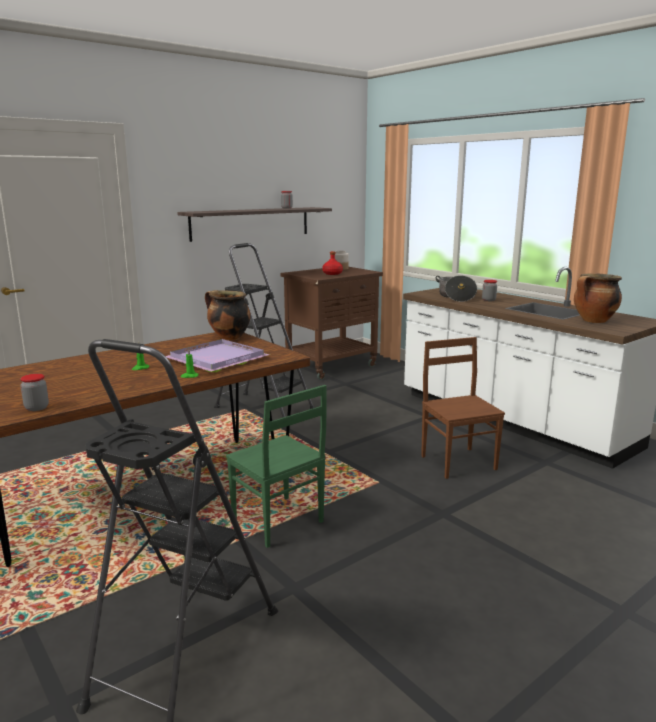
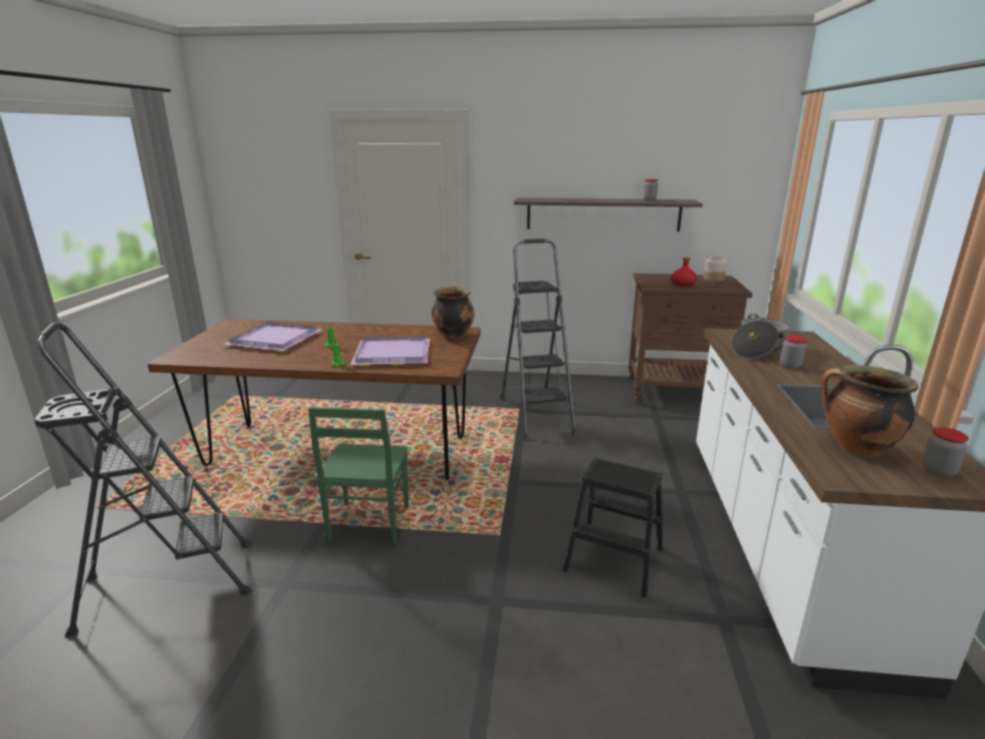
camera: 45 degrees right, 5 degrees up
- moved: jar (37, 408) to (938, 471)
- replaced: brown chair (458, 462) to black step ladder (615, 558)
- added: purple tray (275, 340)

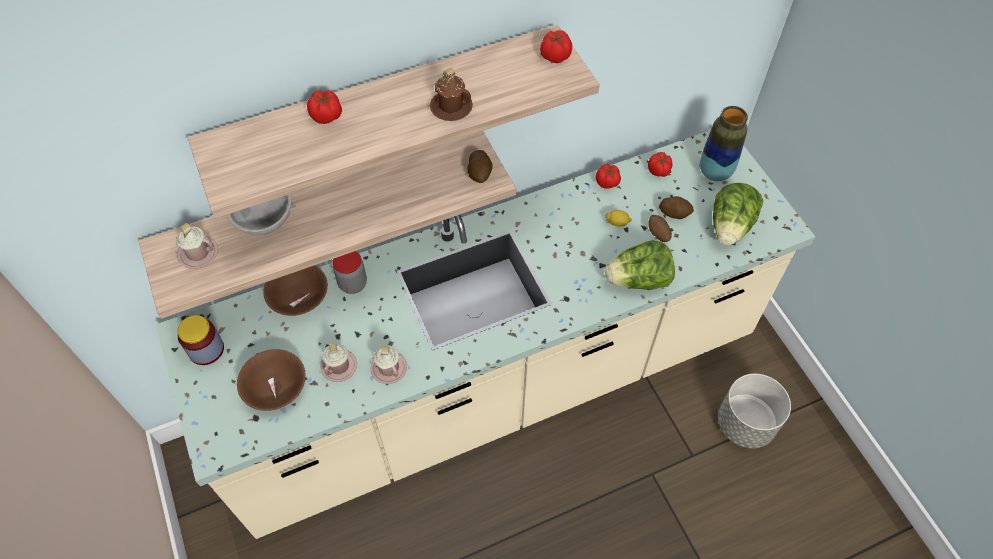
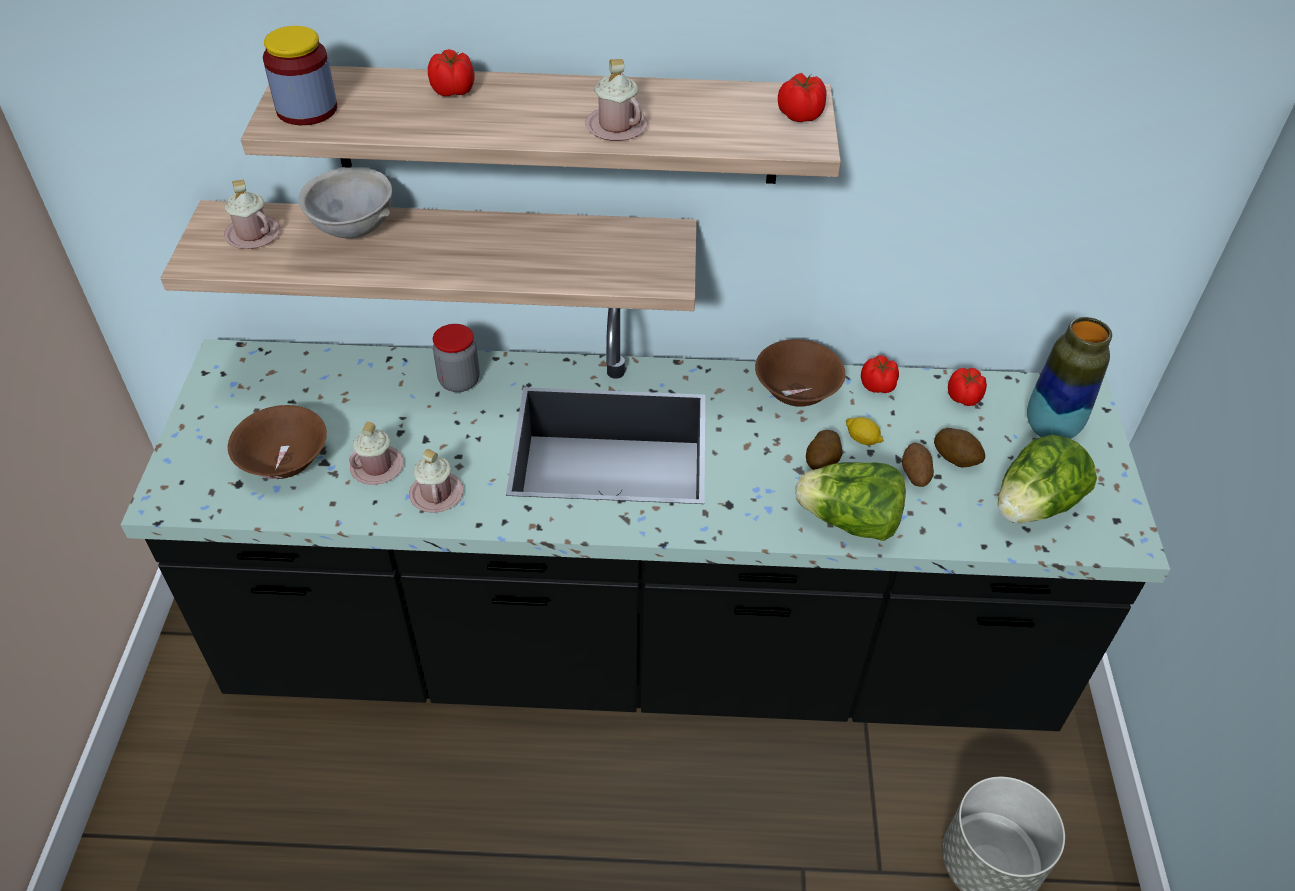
camera: 25 degrees right, 10 degrees down
- recoloured: beige counter (496, 388) to black counter (642, 652)
- moved: jar (206, 349) to (307, 109)
- moved: brown bowl (299, 300) to (795, 392)
- recoloured: brown mug (451, 107) to pink mug (616, 127)
- moved: potato (480, 174) to (822, 462)

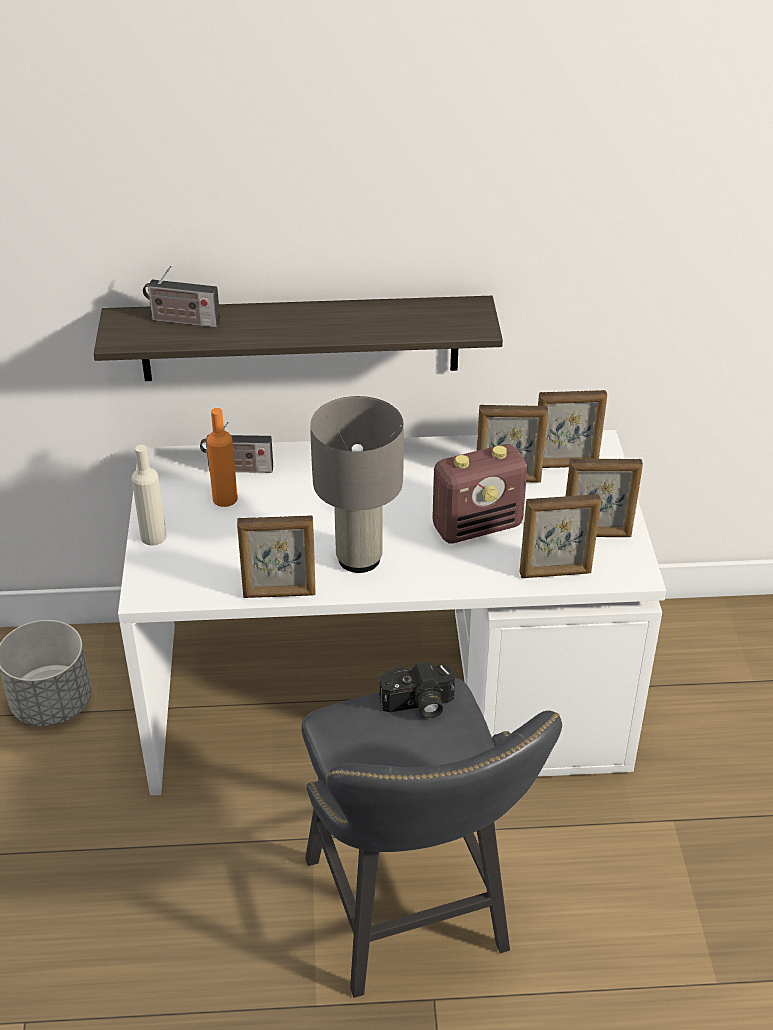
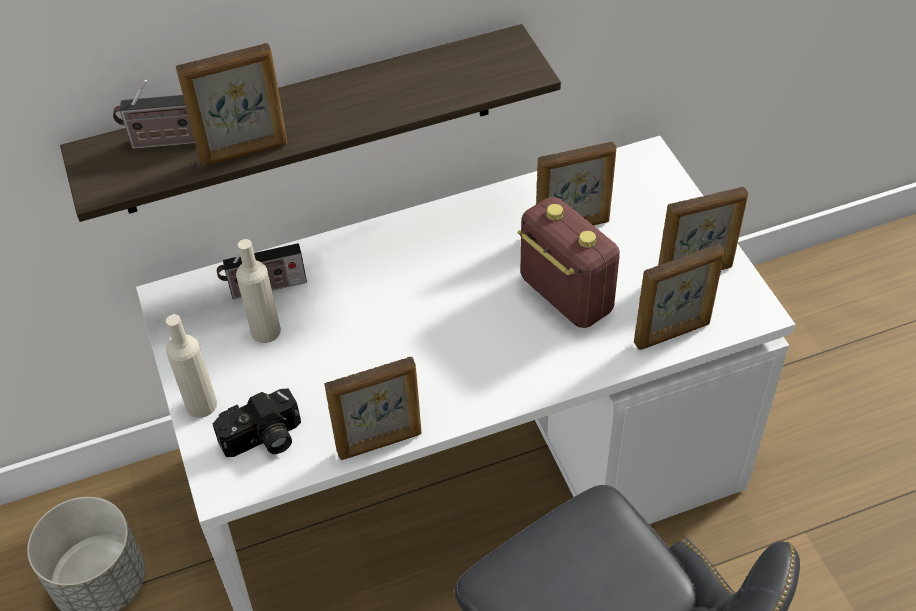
camera: 15 degrees left, 10 degrees up
- recoloured: orange bottle (225, 498) to beige bottle (266, 331)
- removed: grey table lamp (359, 559)
- moved: photo camera (418, 705) to (263, 440)
- turned: radio (478, 526) = (565, 295) 90 degrees counterclockwise
- moved: picture frame (565, 465) to (244, 152)

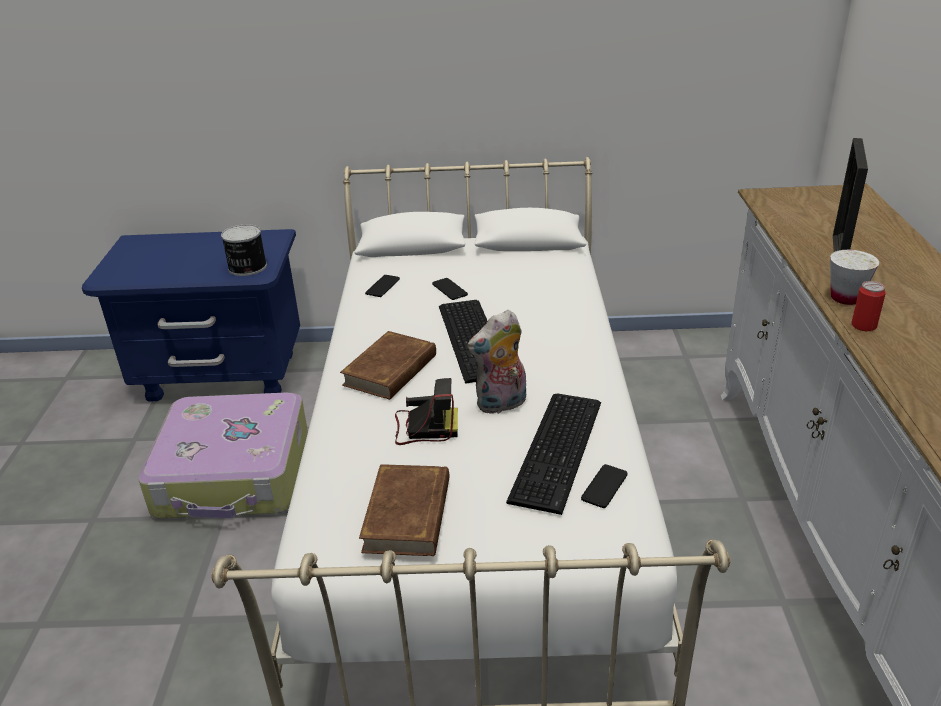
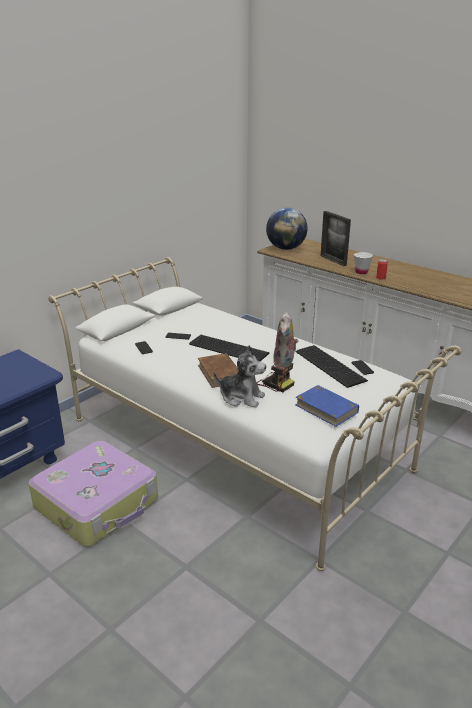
camera: 50 degrees left, 5 degrees down
- removed: can (247, 267)
- recoloured: brown book (408, 515) to blue book (326, 408)
- turned: photo camera (424, 428) = (274, 383) 90 degrees clockwise
- added: plush toy (241, 397)
- added: globe (285, 248)

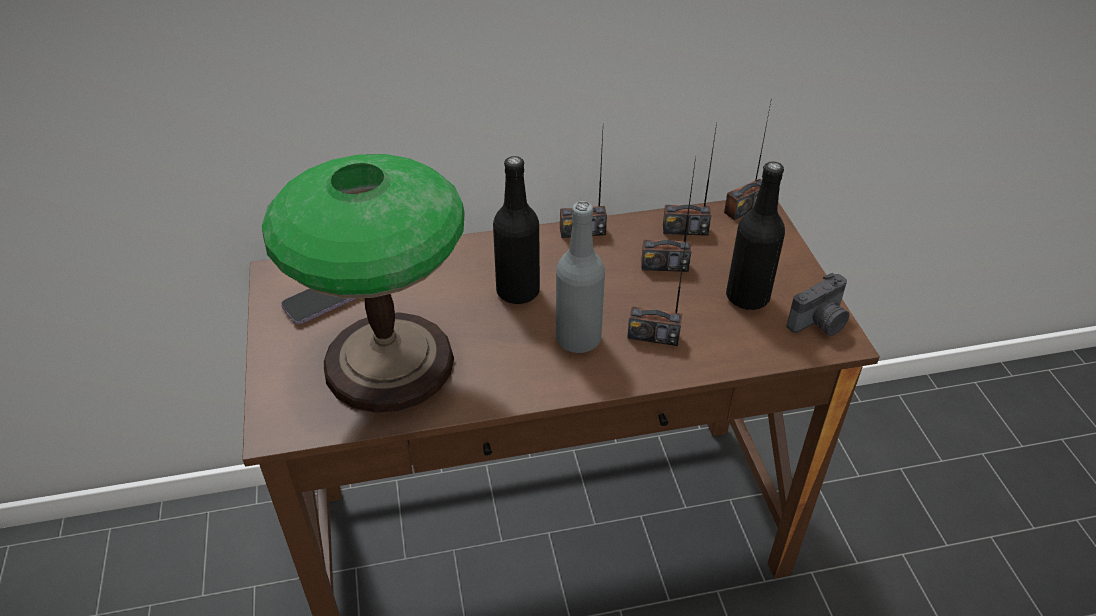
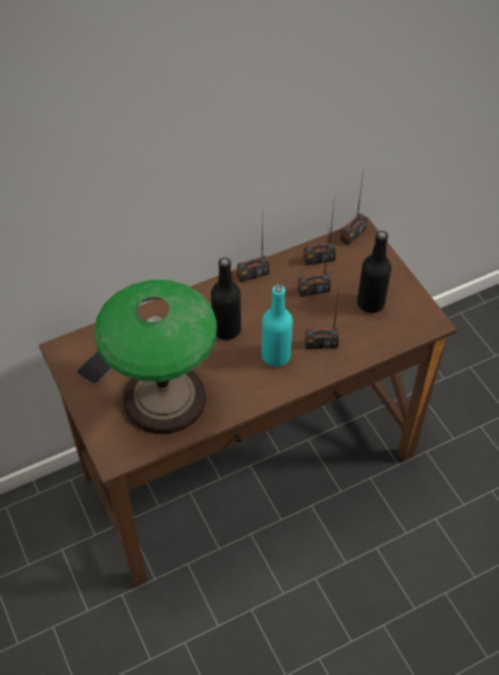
camera: 15 degrees left, 10 degrees up
- recoloured: grey bottle (578, 339) to turquoise bottle (276, 356)
- removed: photo camera (819, 323)

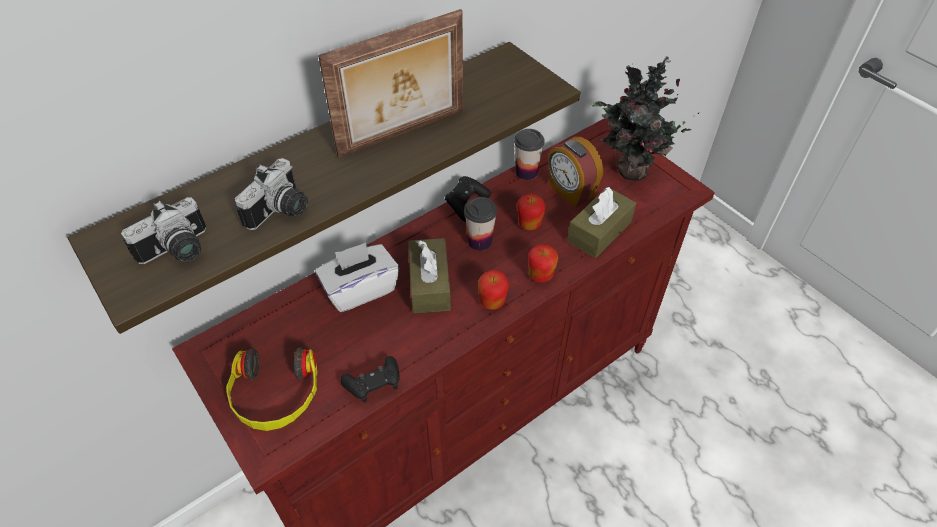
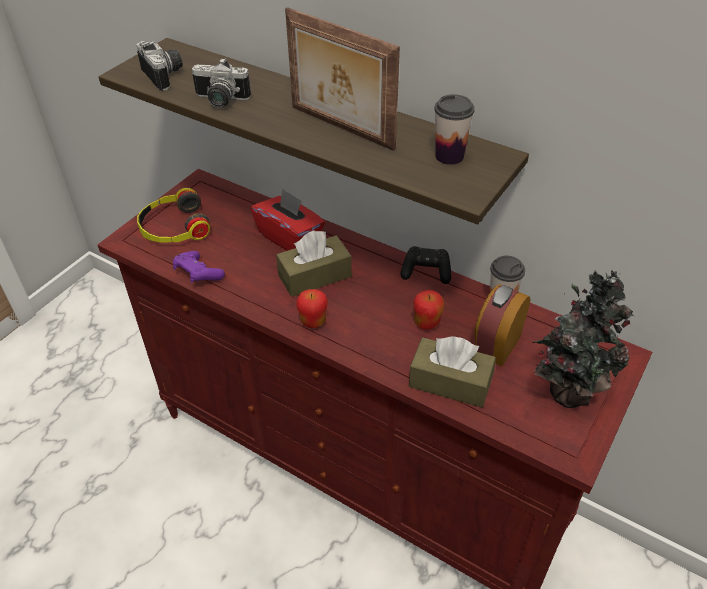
camera: 70 degrees right, 5 degrees down
- turned: photo camera (178, 252) = (166, 76) 150 degrees counterclockwise
- recoloured: white tissue box (360, 289) to red tissue box (290, 237)
- recoloured: black game controller (374, 385) to purple game controller (198, 275)
- moved: cup (480, 241) to (449, 156)
- removed: apple (540, 276)

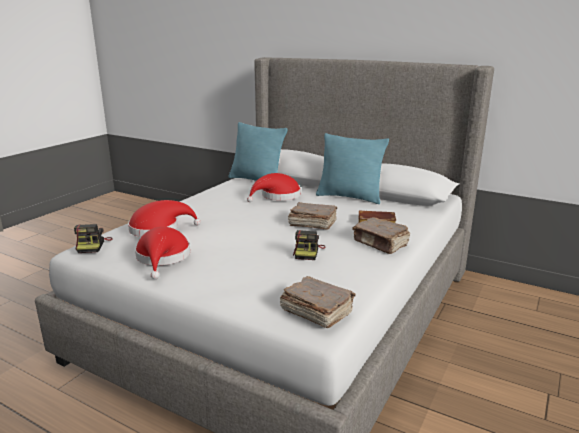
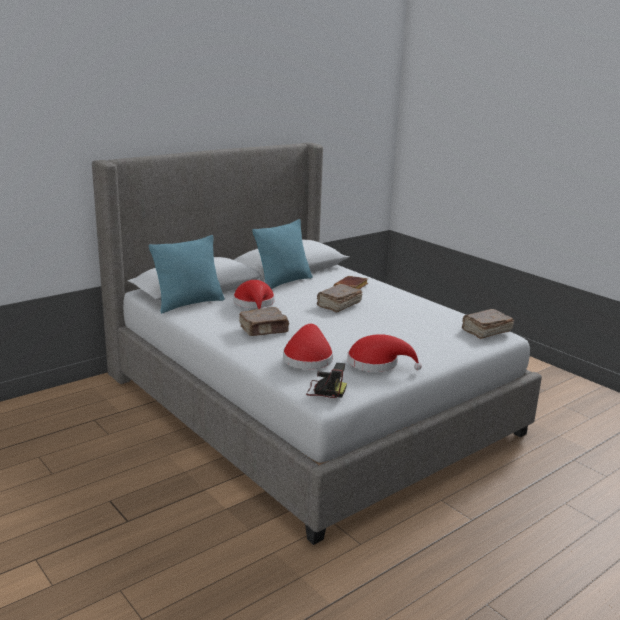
camera: 70 degrees left, 0 degrees up
- removed: photo camera (308, 252)
- moved: brown book (380, 244) to (264, 330)

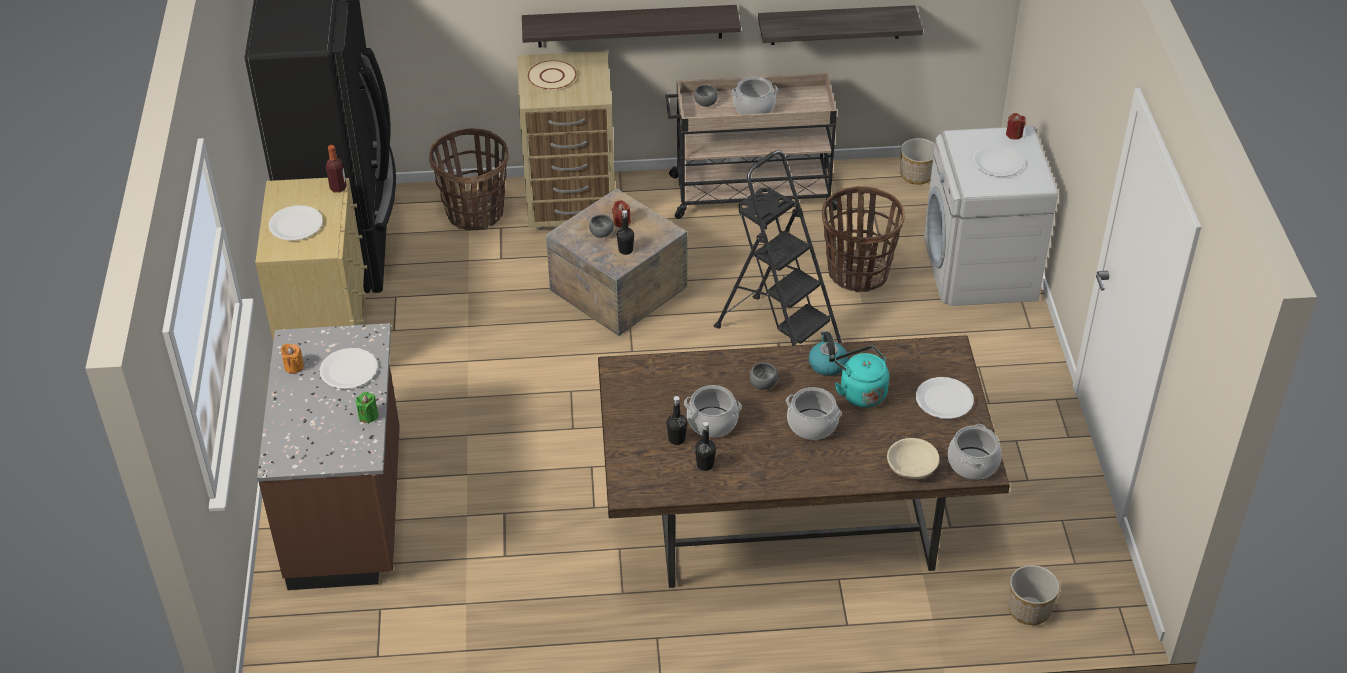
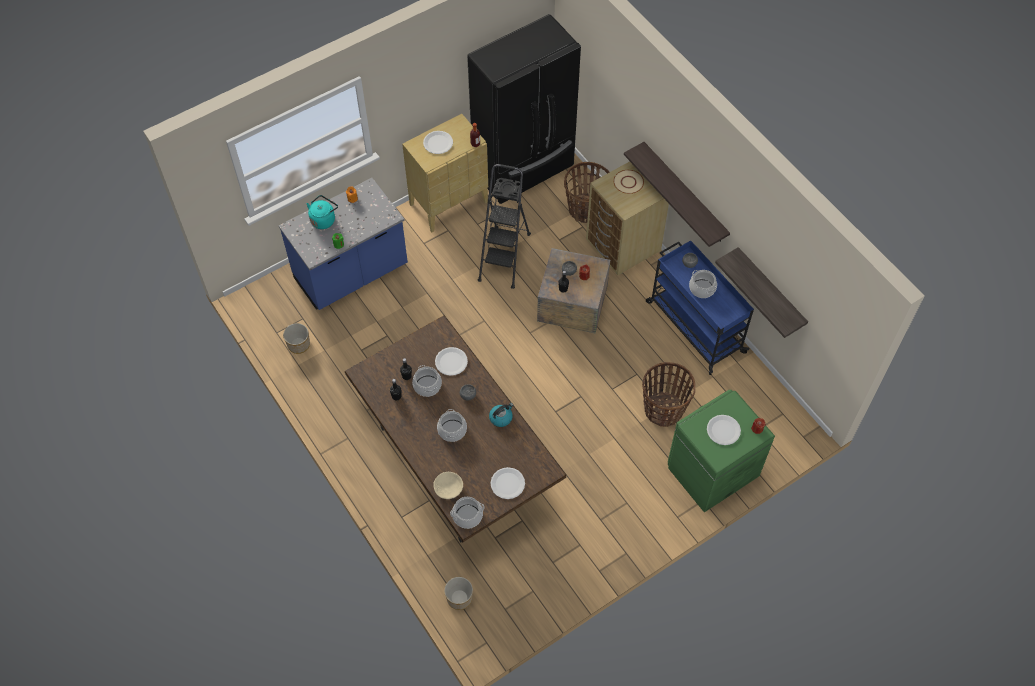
camera: 60 degrees right, 15 degrees up
- recoloured: brown counter (349, 511) to blue counter (351, 274)
- moved: white plate (349, 370) to (451, 362)
- recoloured: beige cart (750, 193) to blue cart (694, 326)
- moved: step ladder (778, 337) to (504, 255)
- moved: turquoise kettle (861, 392) to (324, 219)
- moved: planter (917, 175) to (299, 345)
- recoloured: white washing machine (978, 268) to green washing machine (710, 469)

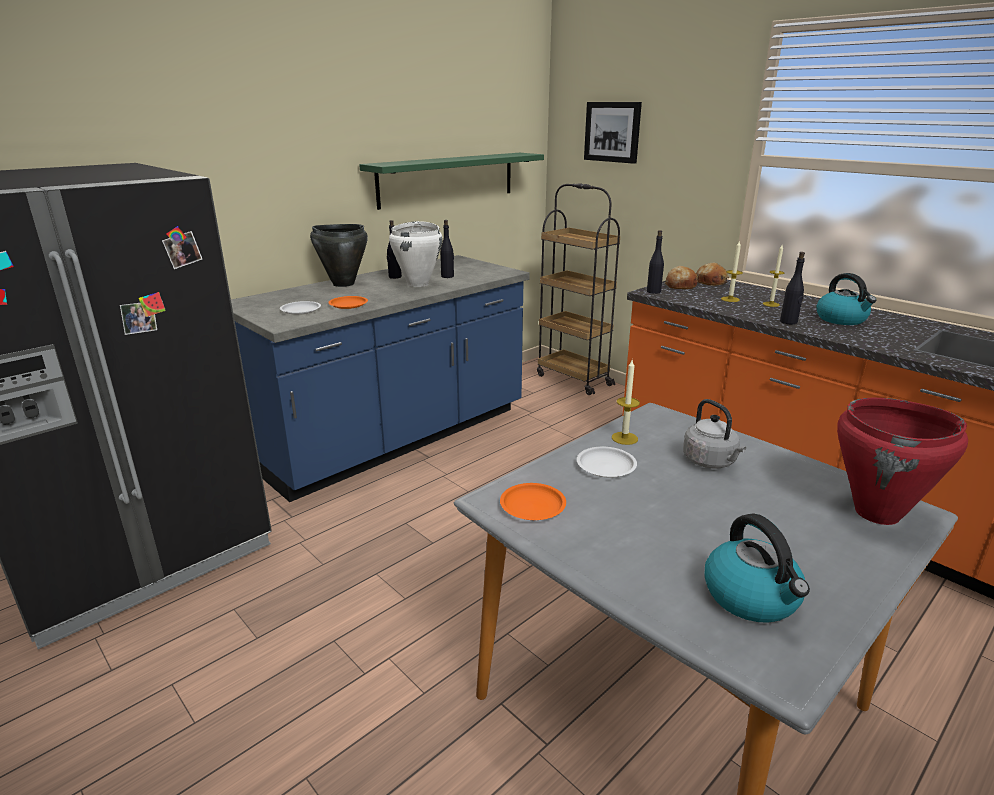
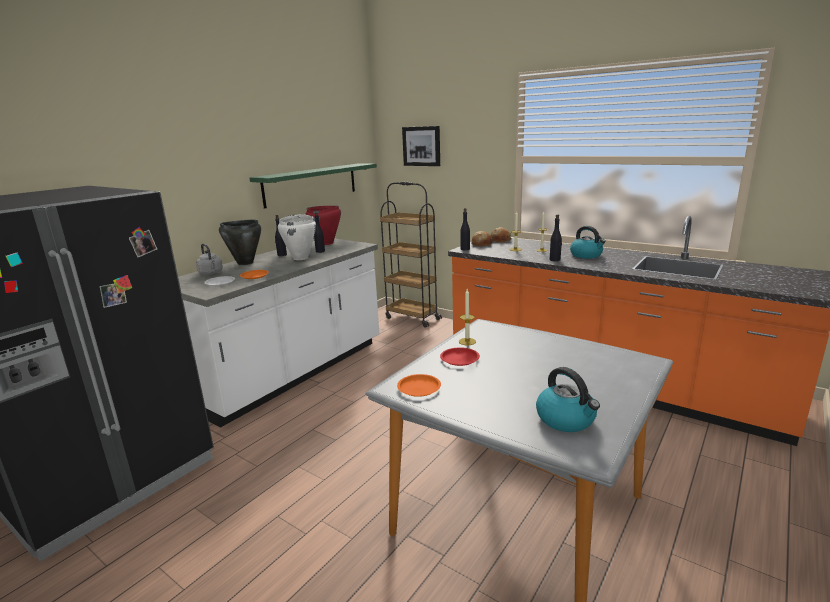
camera: 10 degrees left, 5 degrees down
- recoloured: blue counter (395, 439) to white counter (291, 373)
- recoloured: white plate (606, 466) to red plate (460, 359)
- moved: grey kettle (711, 462) to (211, 273)
- moved: red cooking pot (878, 513) to (326, 243)

